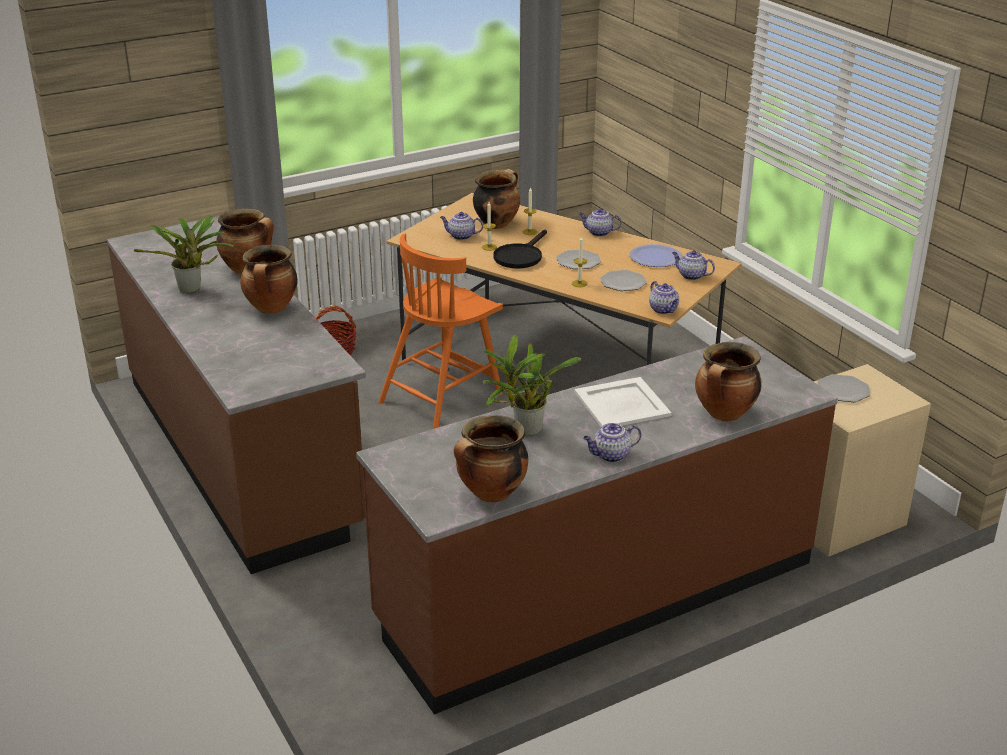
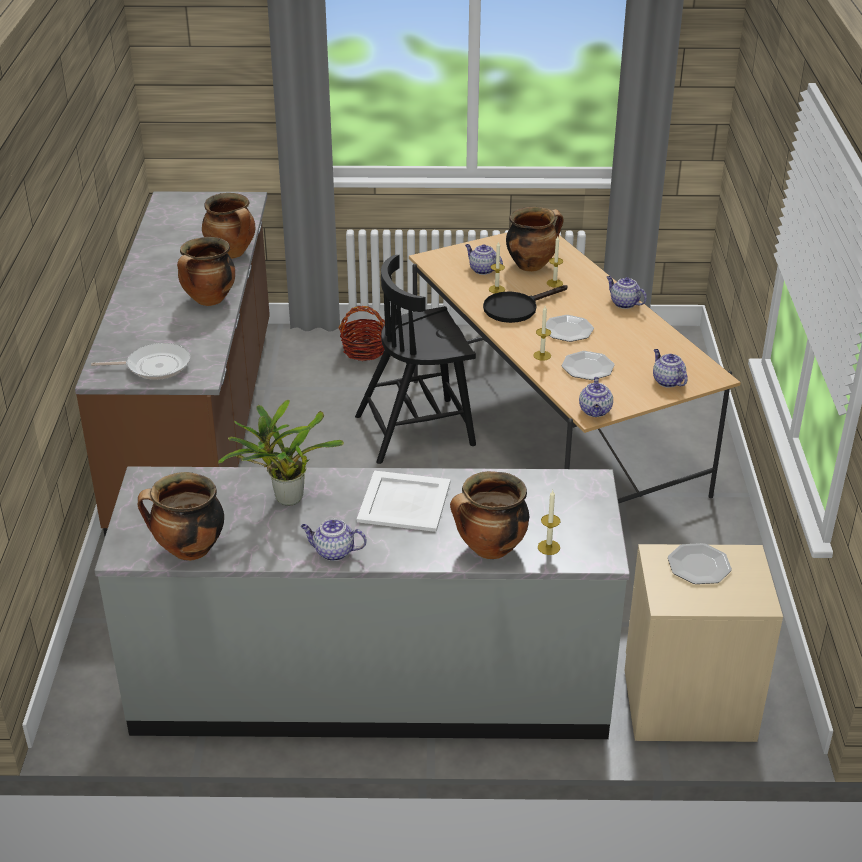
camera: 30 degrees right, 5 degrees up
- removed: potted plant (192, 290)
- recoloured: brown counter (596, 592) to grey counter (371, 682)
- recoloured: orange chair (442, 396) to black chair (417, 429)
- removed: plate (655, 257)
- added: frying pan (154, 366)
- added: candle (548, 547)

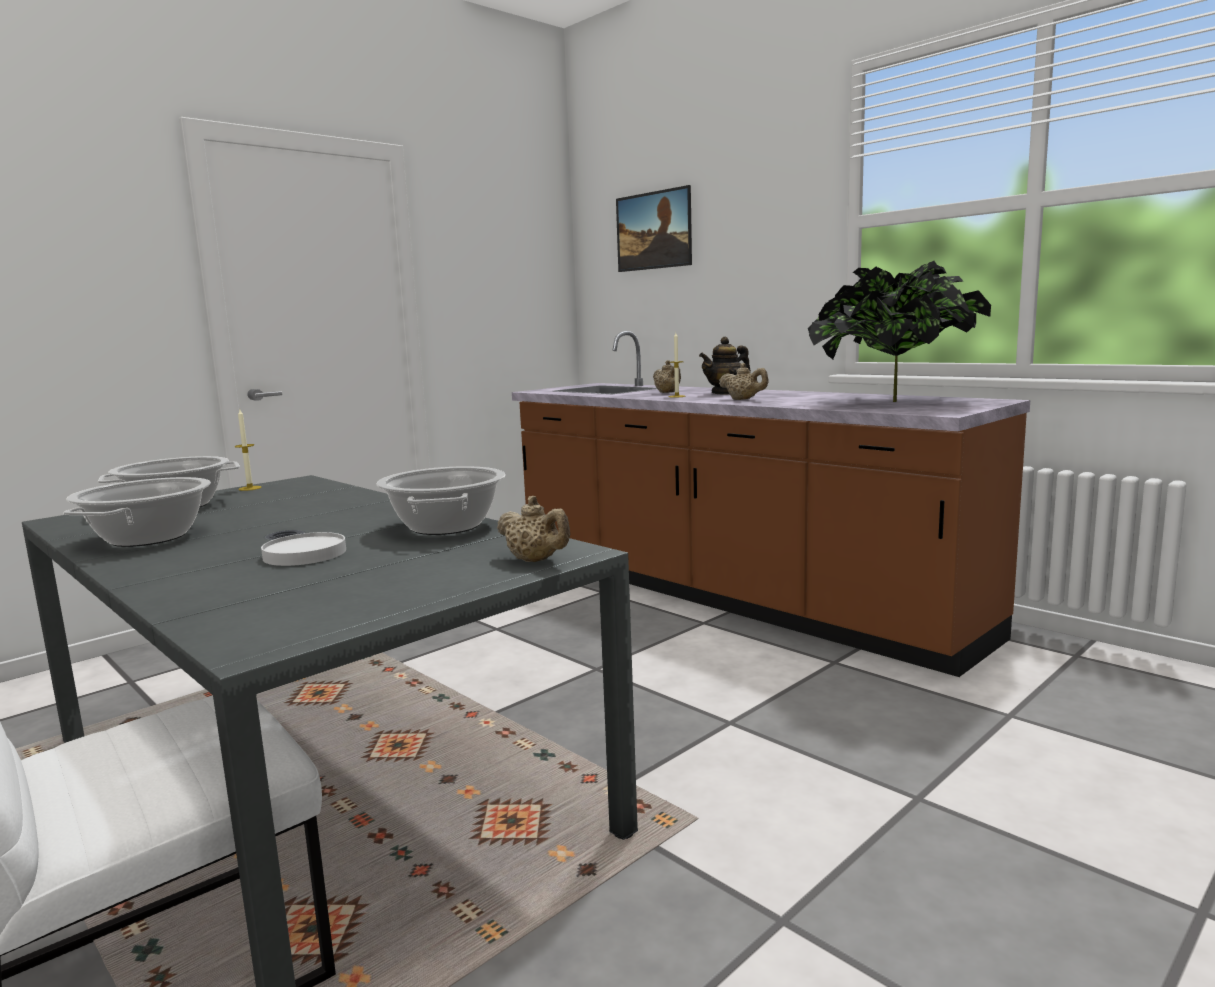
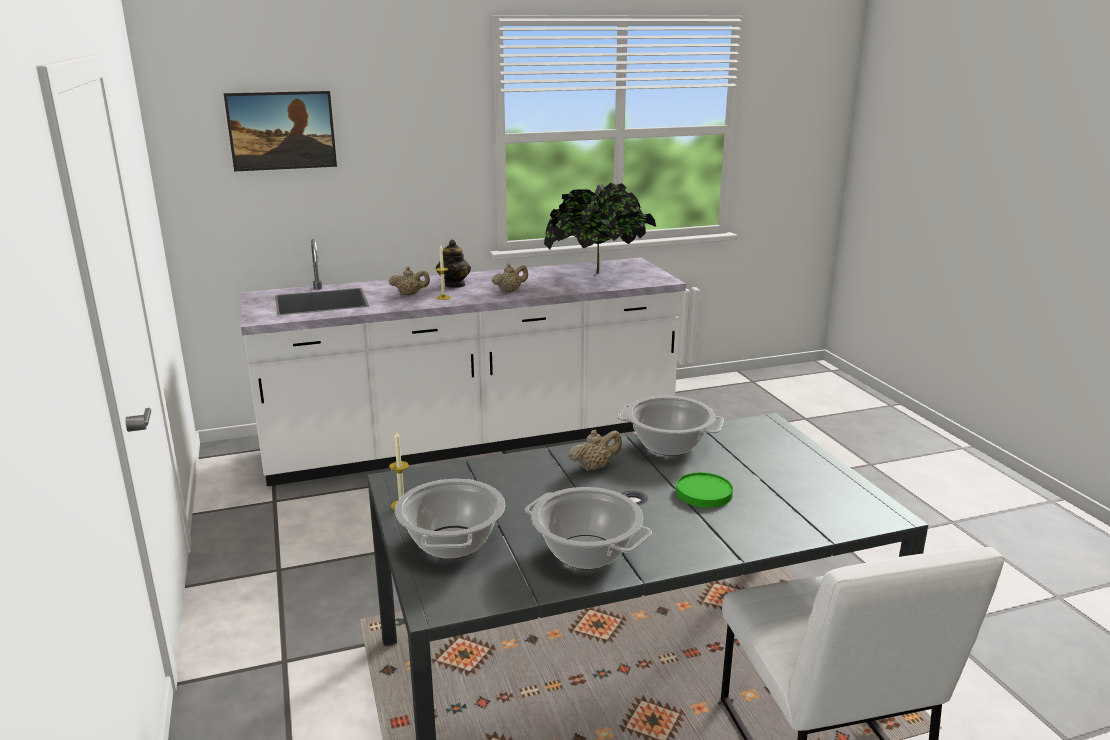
camera: 65 degrees left, 10 degrees up
- recoloured: white plate (304, 554) to green plate (704, 493)
- moved: beige teapot (536, 560) to (594, 467)
- recoloured: brown counter (728, 595) to white counter (473, 441)

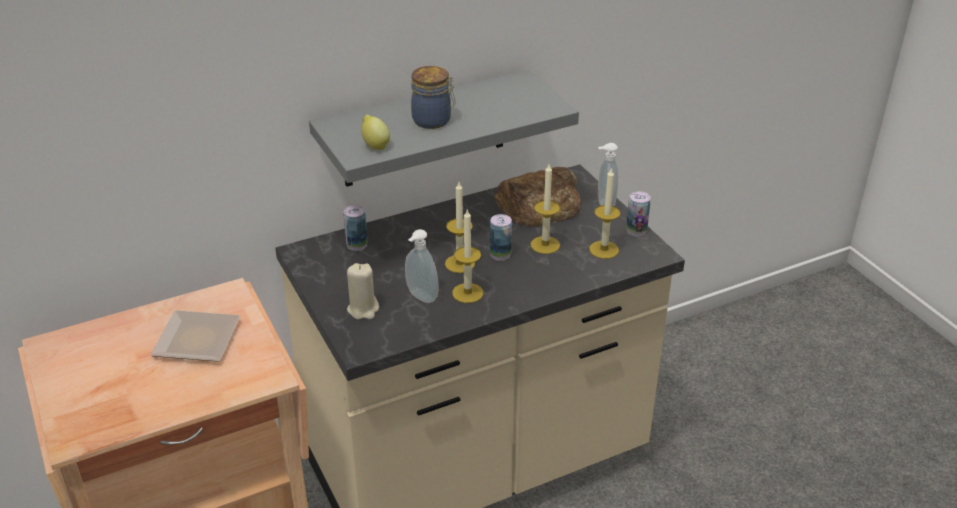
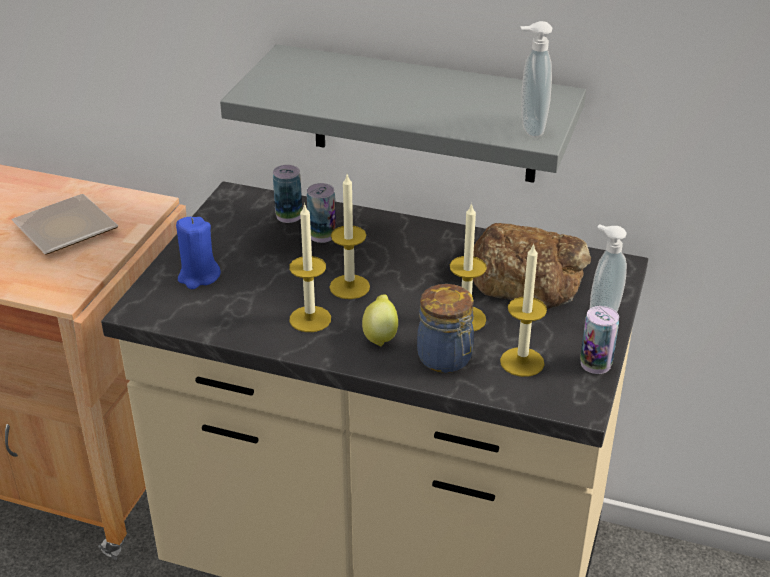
camera: 45 degrees right, 0 degrees up
- recoloured: beige candle (363, 309) to blue candle (198, 276)
- moved: lemon (375, 145) to (380, 336)
- moved: soap dispenser (420, 297) to (529, 129)
- moved: jar (433, 121) to (446, 359)
- moved: can (500, 254) to (322, 235)

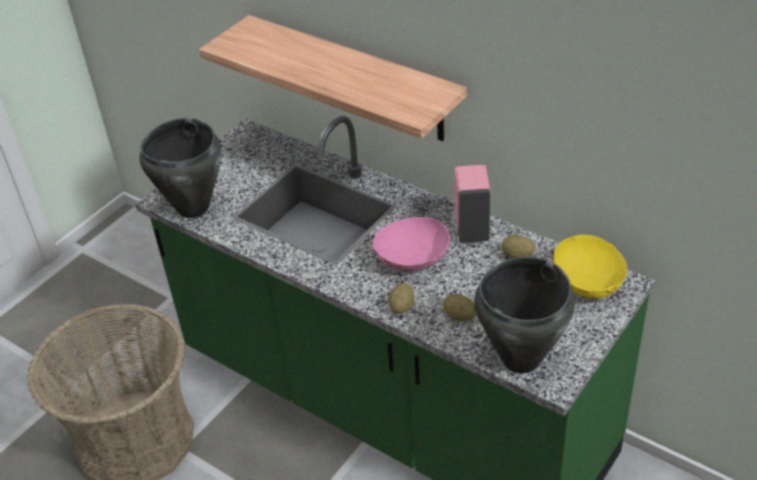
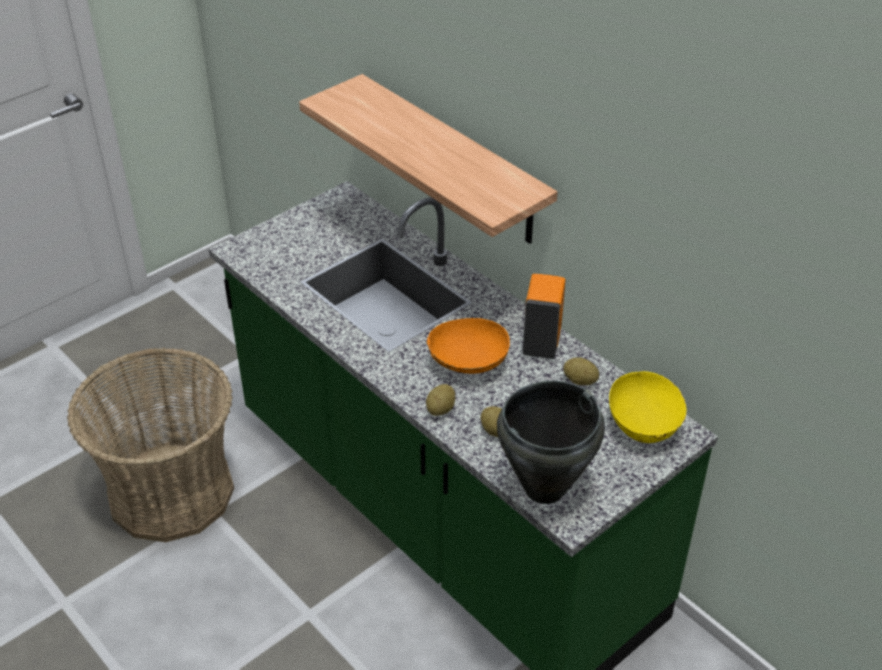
camera: 10 degrees right, 0 degrees up
- removed: black cooking pot (192, 208)
- recoloured: pink bowl (412, 261) to orange bowl (467, 364)
- recoloured: pink soap dispenser (471, 228) to orange soap dispenser (541, 342)

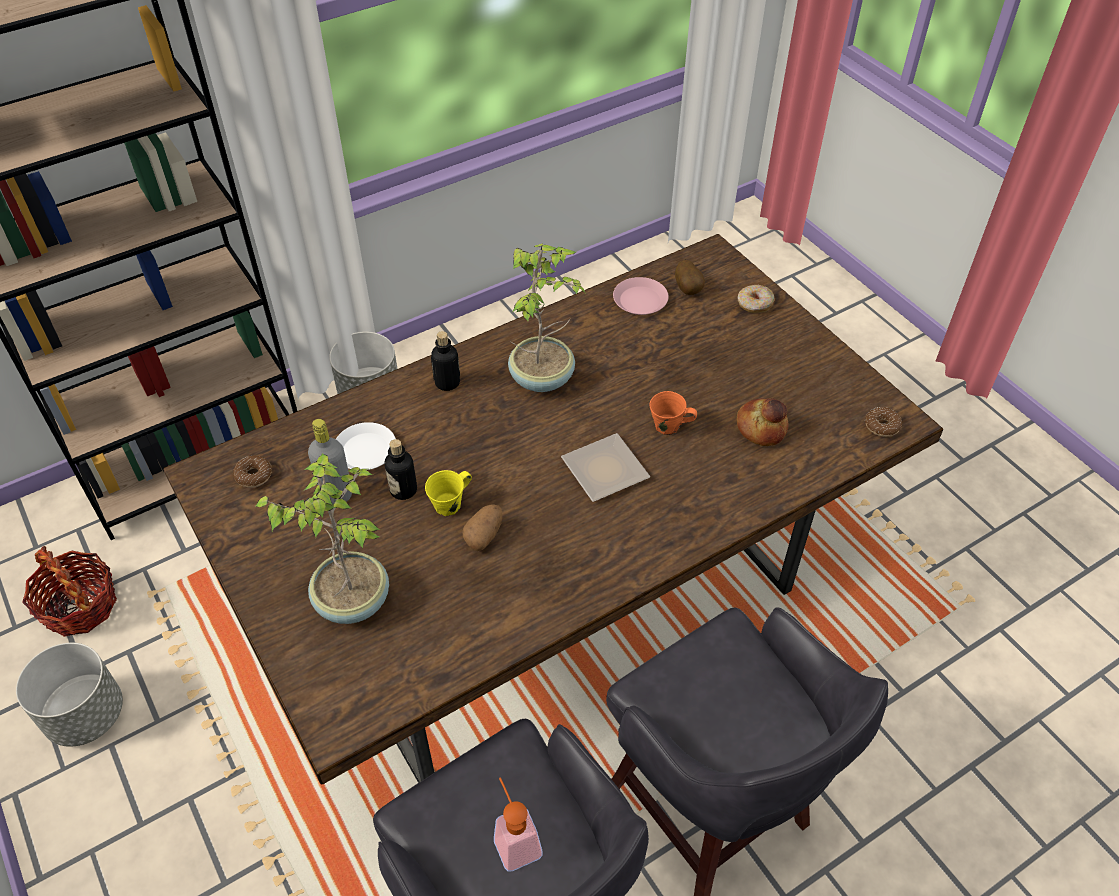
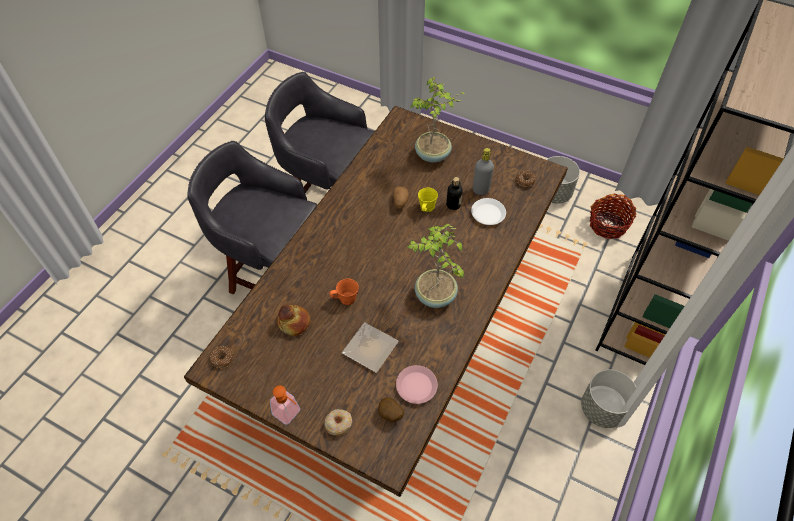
camera: 150 degrees right, 5 degrees up
- removed: bottle (447, 382)
- moved: soap dispenser (514, 839) to (290, 414)
- moved: plate (608, 471) to (368, 349)

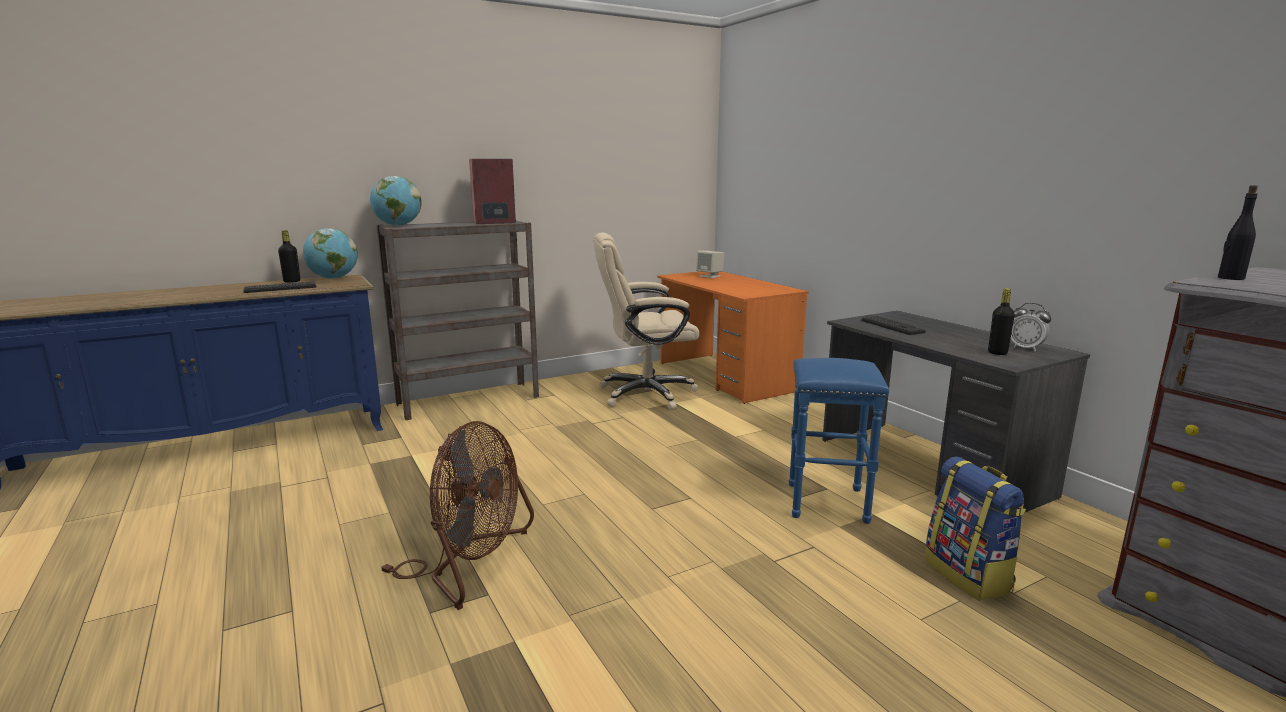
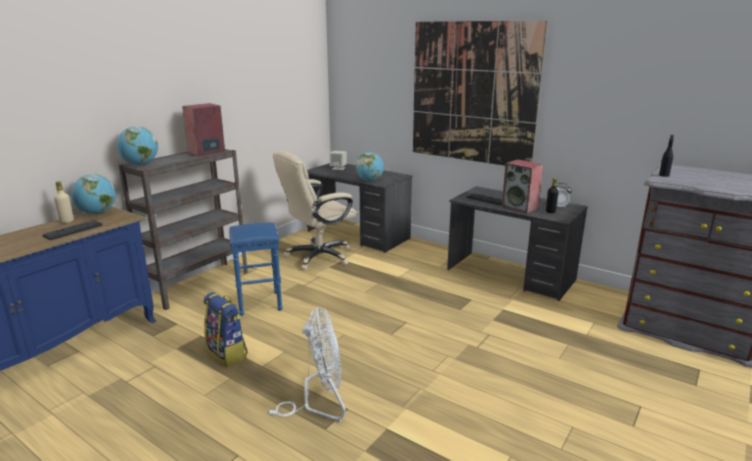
camera: 25 degrees left, 5 degrees up
- recoloured: black bottle (292, 281) to beige bottle (67, 221)
- recoloured: brown fan (467, 565) to white fan (318, 396)
- recoloured: orange desk (725, 377) to grey desk (358, 235)
- moved: blue stool (825, 501) to (258, 303)
- moved: backpack (969, 575) to (227, 354)
- added: globe (369, 181)
- added: picture (472, 93)
- added: speaker (520, 207)

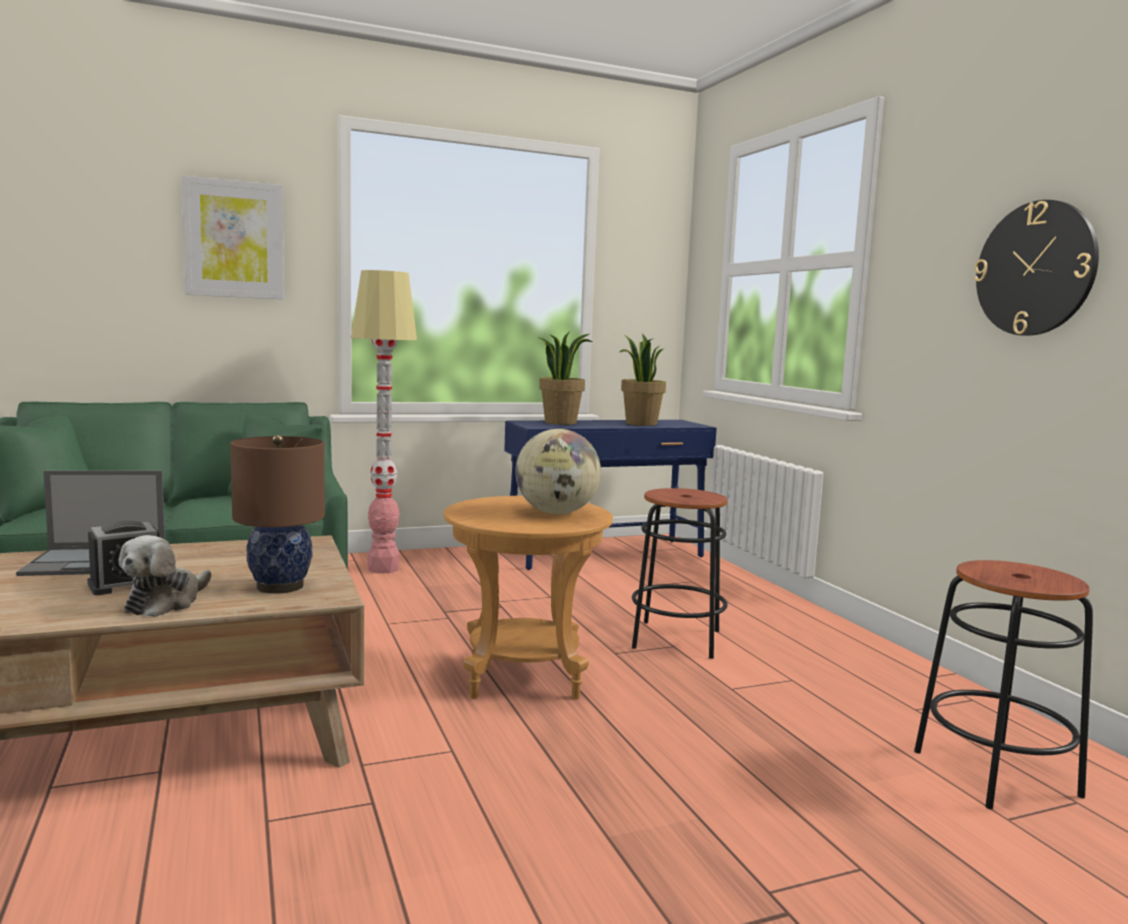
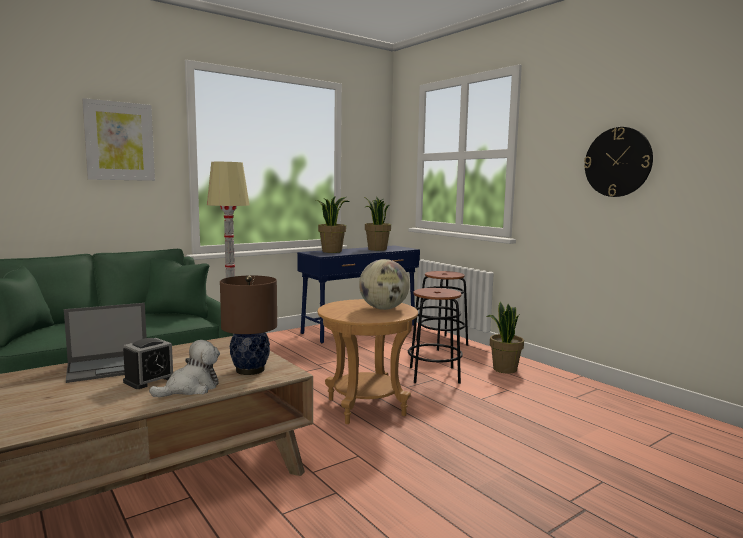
camera: 15 degrees left, 0 degrees up
- turned: plush toy (166, 602) = (191, 388) 135 degrees counterclockwise
- moved: black stool (995, 773) to (441, 343)
- added: potted plant (504, 369)

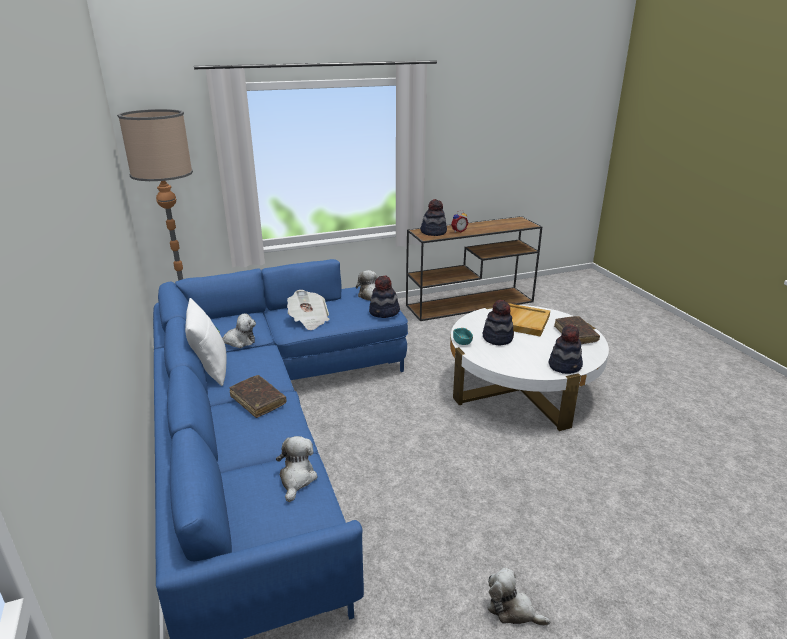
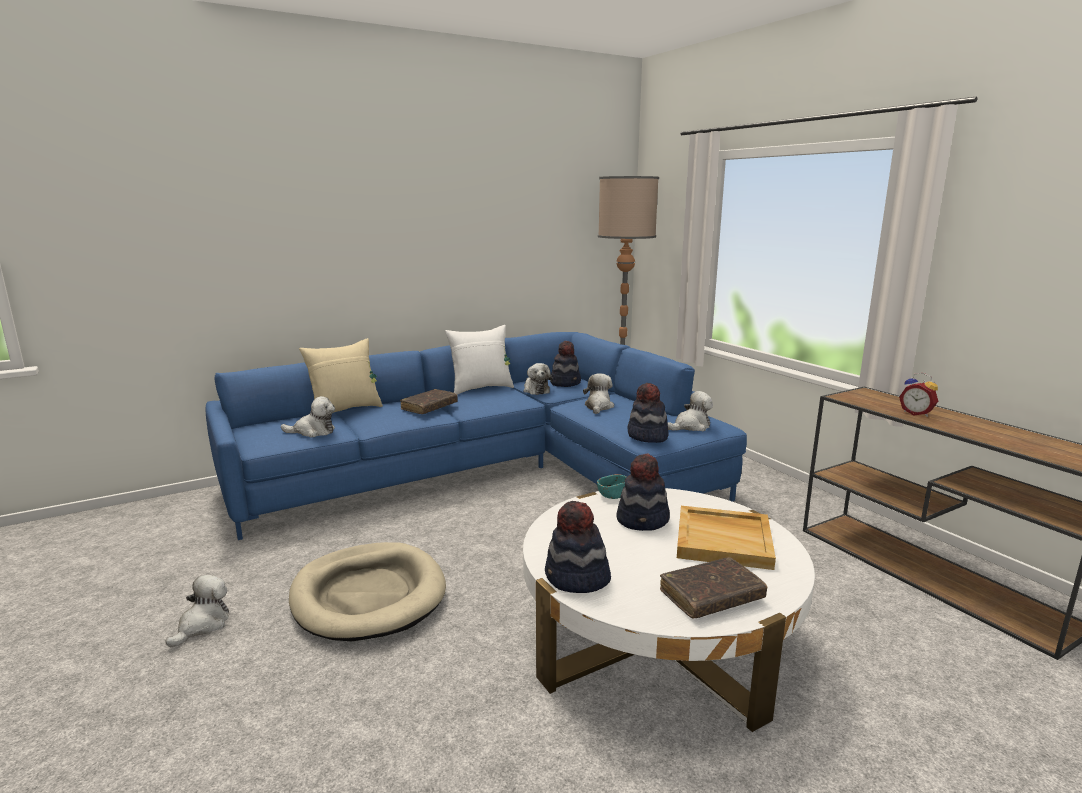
camera: 80 degrees right, 10 degrees down
- replaced: newspaper (309, 320) to plush toy (598, 407)
- moved: hat (433, 232) to (565, 383)
- added: beige dog bed (368, 596)
- added: beige pillow (345, 411)

